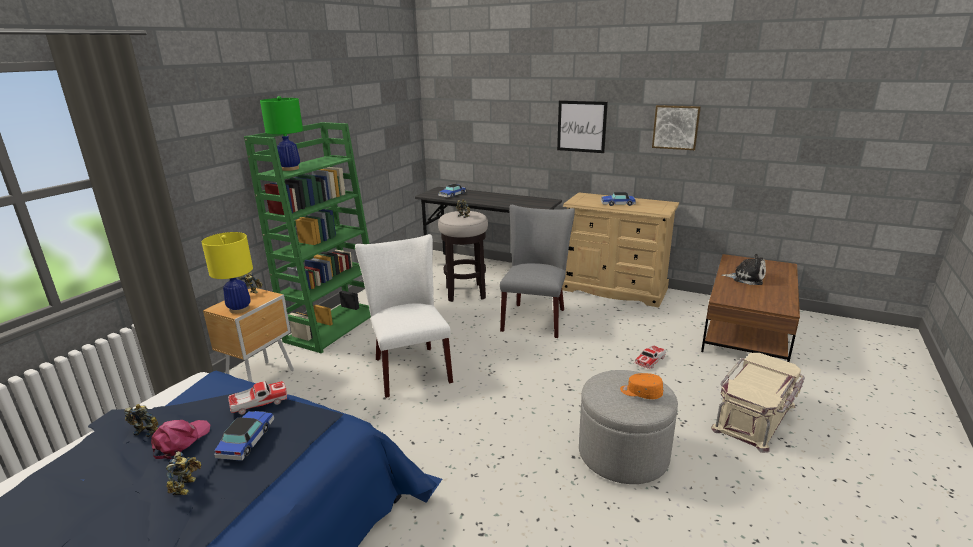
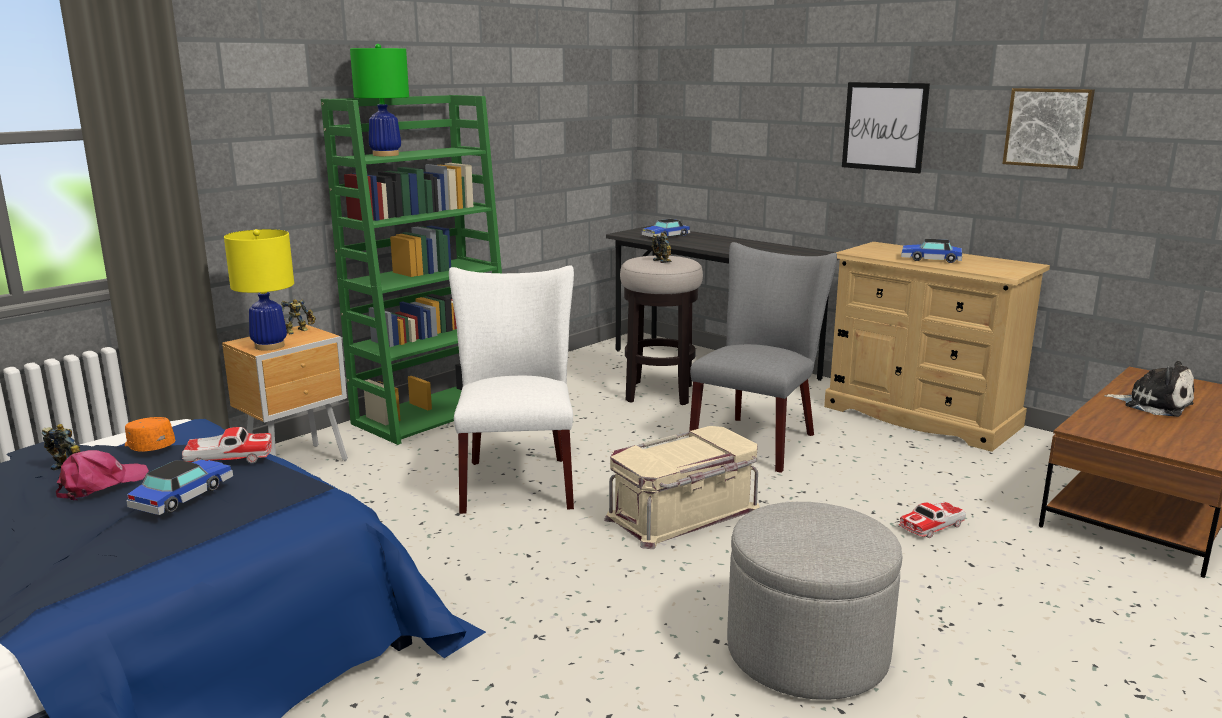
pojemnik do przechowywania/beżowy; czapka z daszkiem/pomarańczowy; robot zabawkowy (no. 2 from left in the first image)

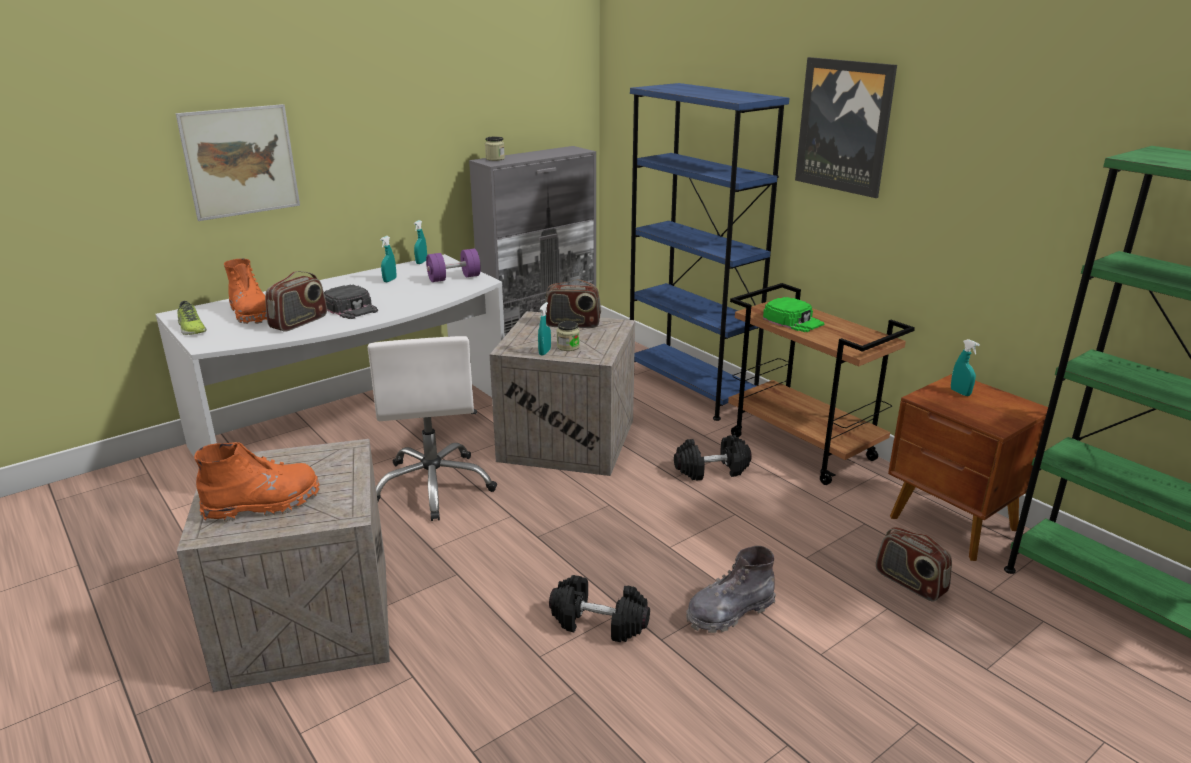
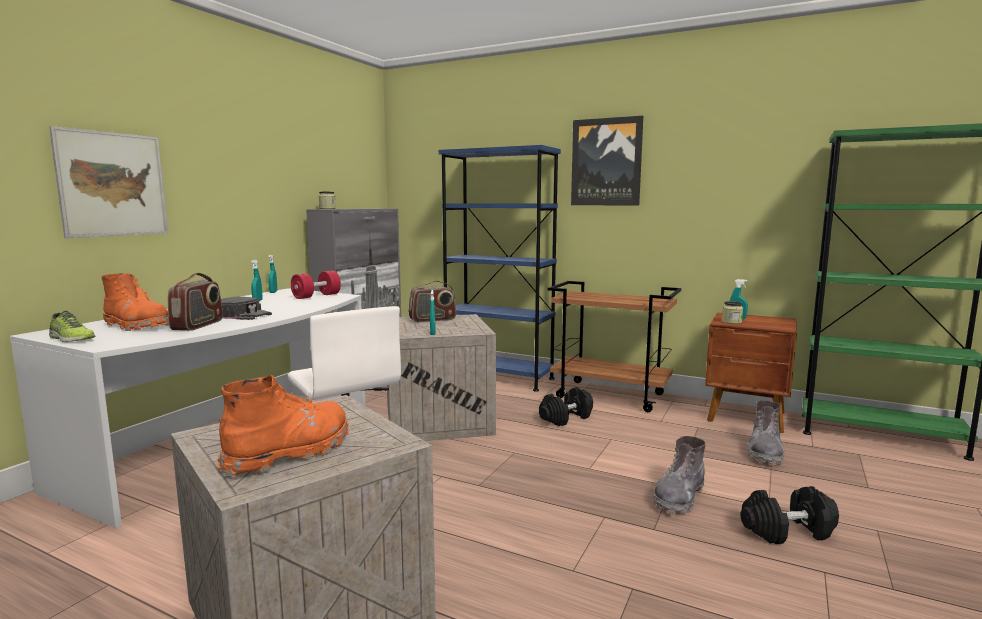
hantel/czerwony; czapka z daszkiem/zielony; słoik (no. 2 from left); but z cholewką/szary (no. 2 from left); hantel/czarny (no. 2 from left)

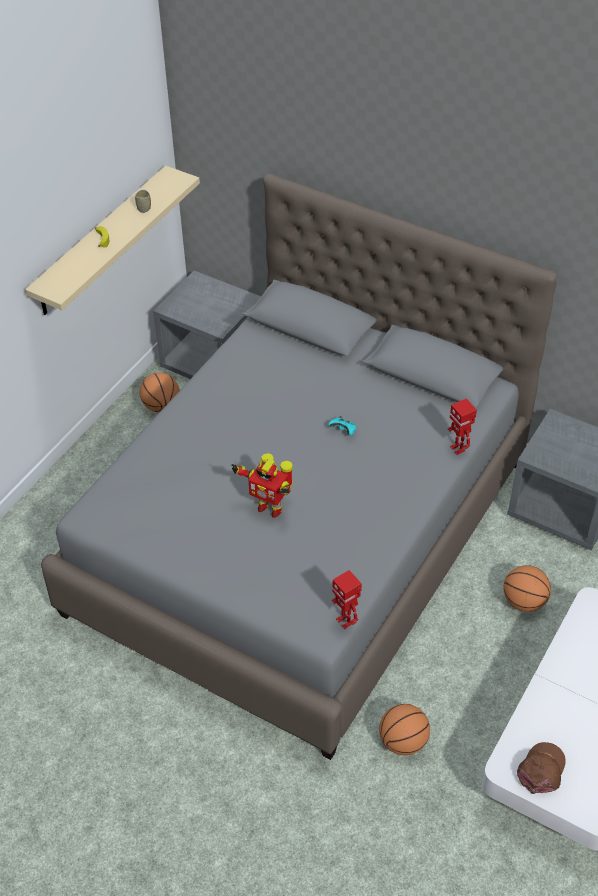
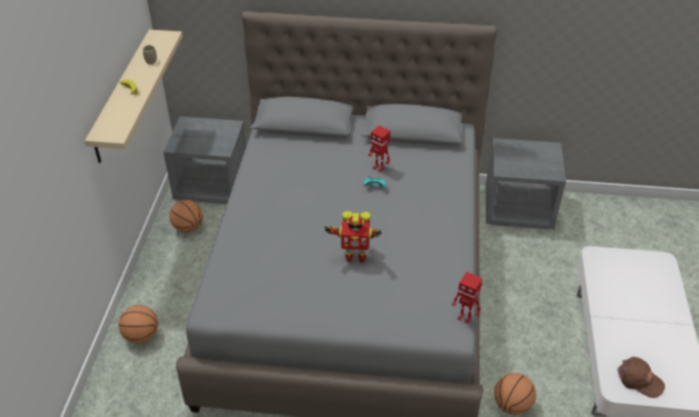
robot zabawkowy (no. 2 from left); piłka do koszykówki (no. 1 from left); czapka z daszkiem/brązowy

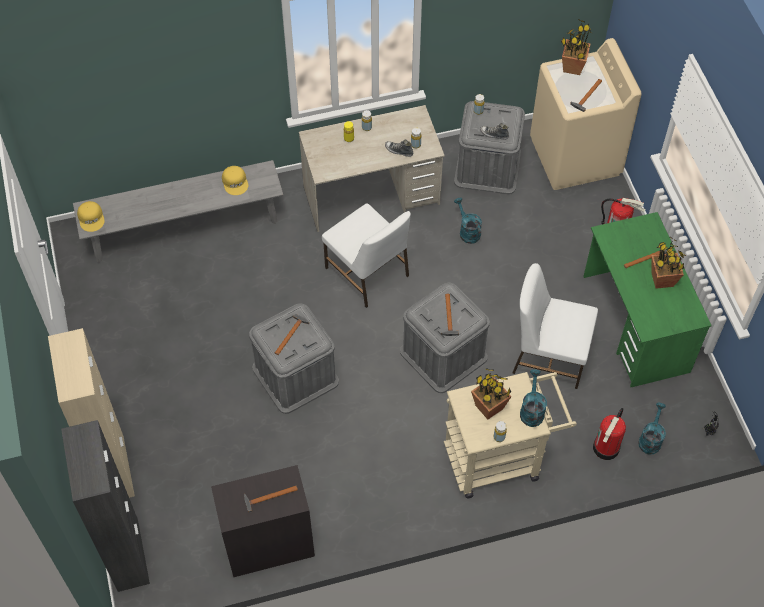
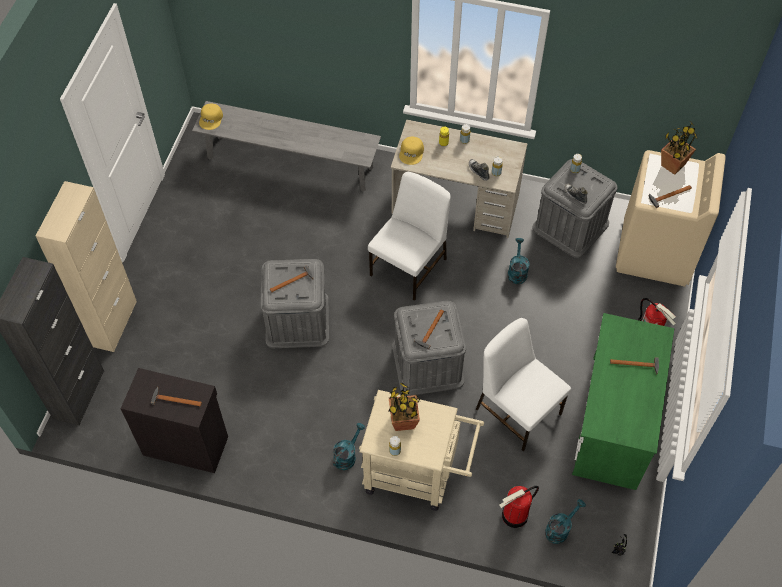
czapka z daszkiem/żółty (no. 2 from left); krzesło/biały (no. 1 from left); roślina doniczkowa (no. 3 from left in the first image); konewka/turkusowy (no. 1 from left)

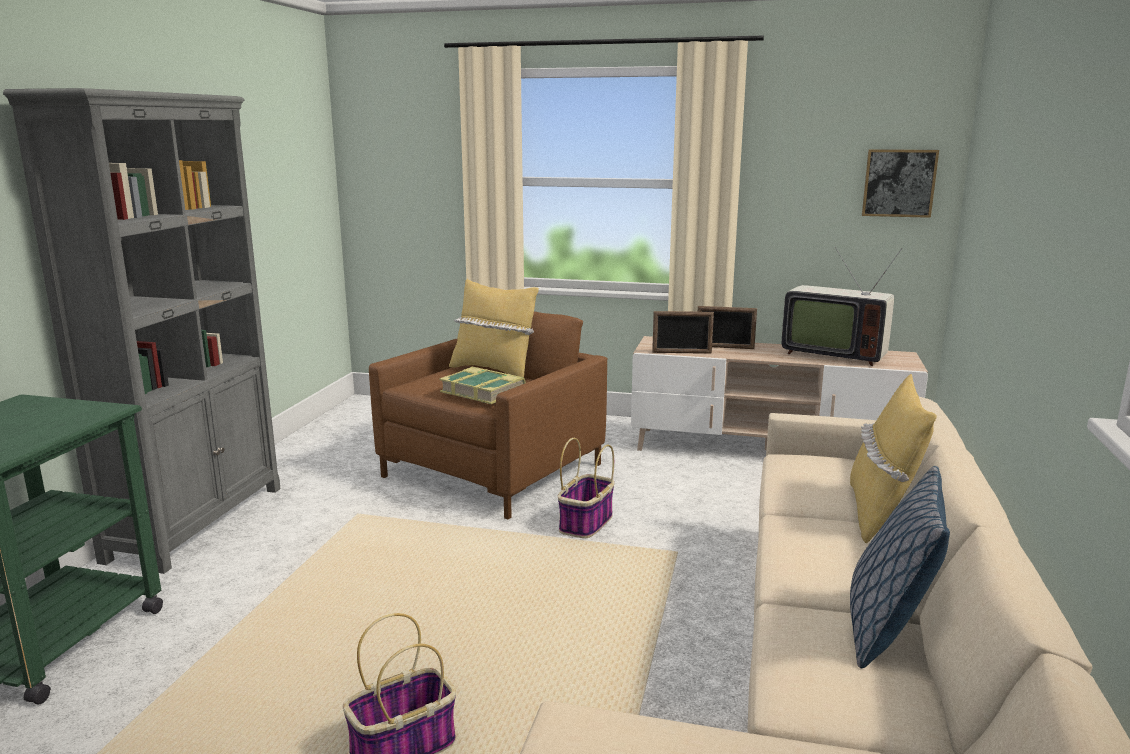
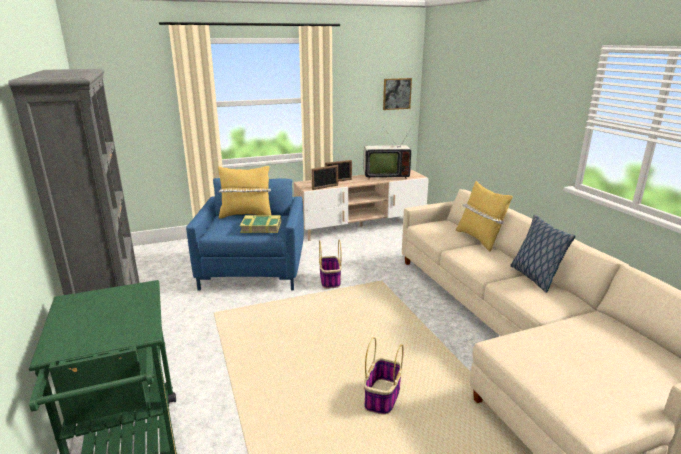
fotel/niebieski

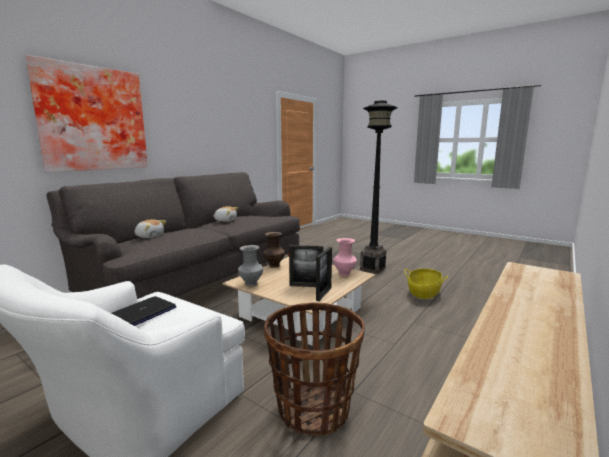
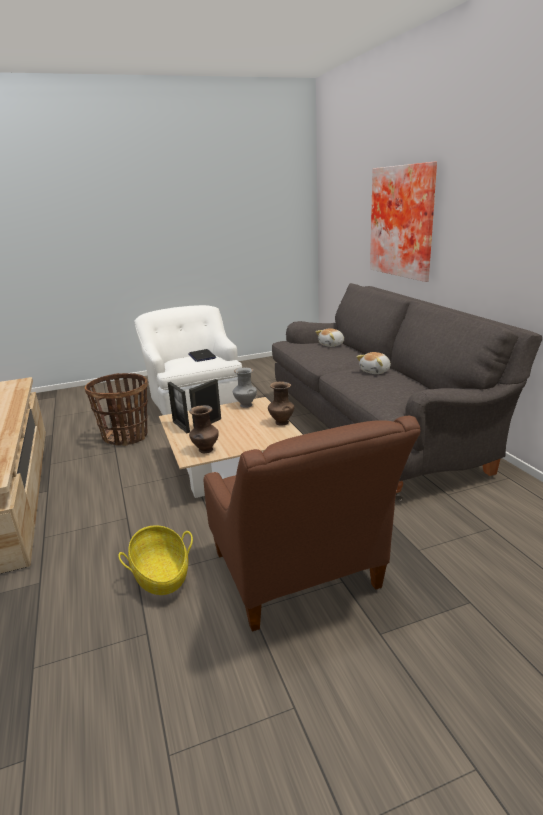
fotel/brązowy; wazon/brązowy (no. 1 from left)

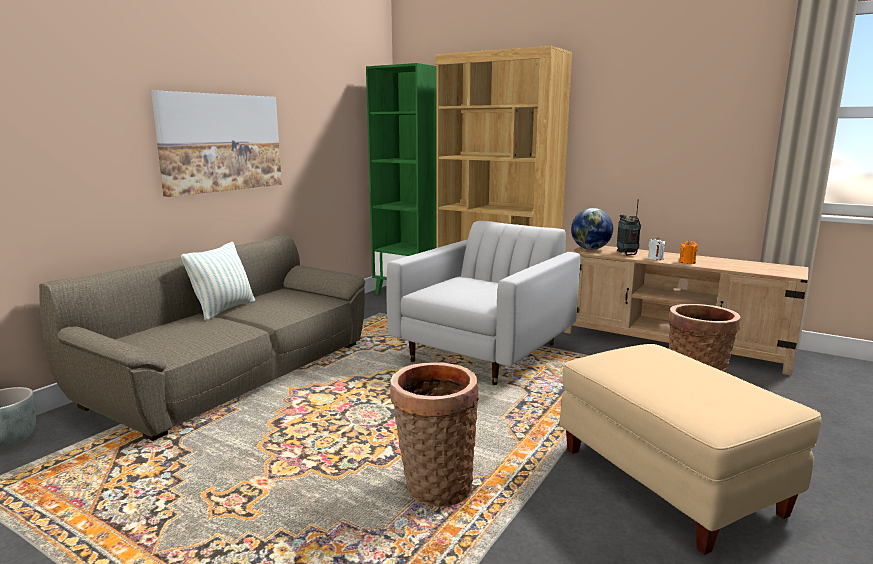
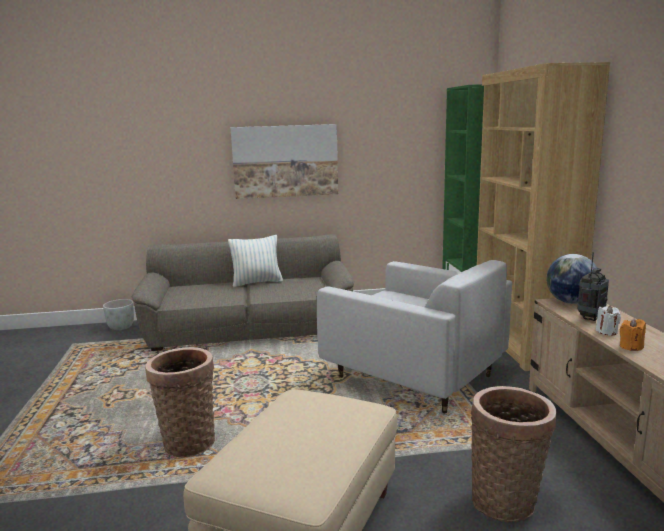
fotel/biały

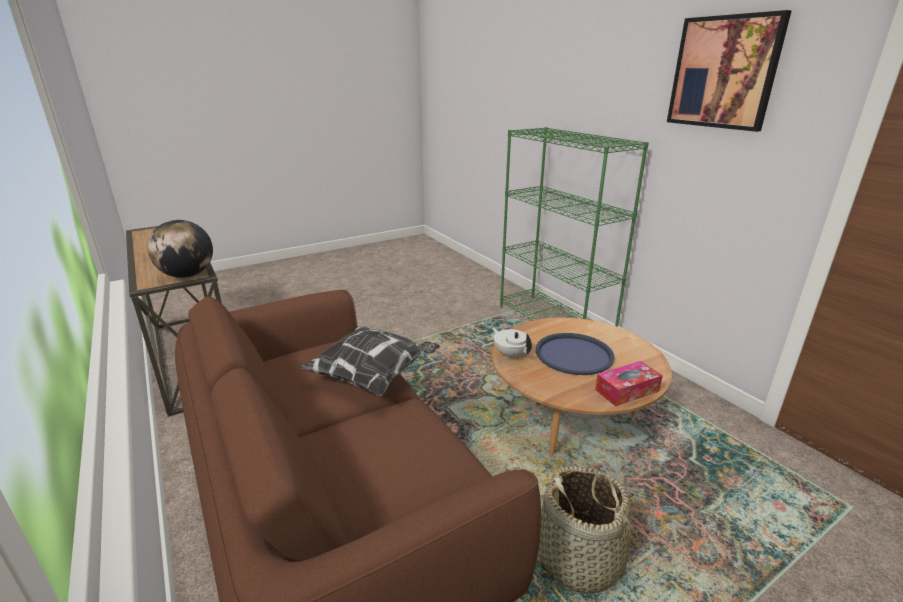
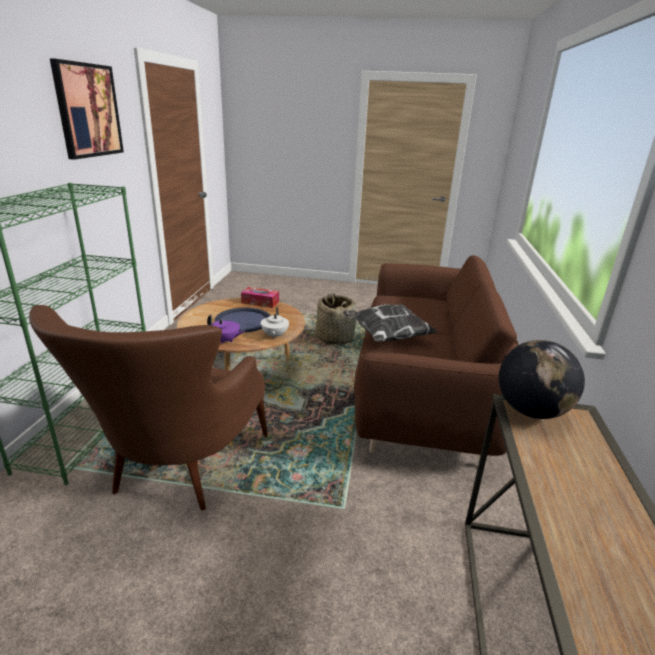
fotel/brązowy; imbryk/fioletowy

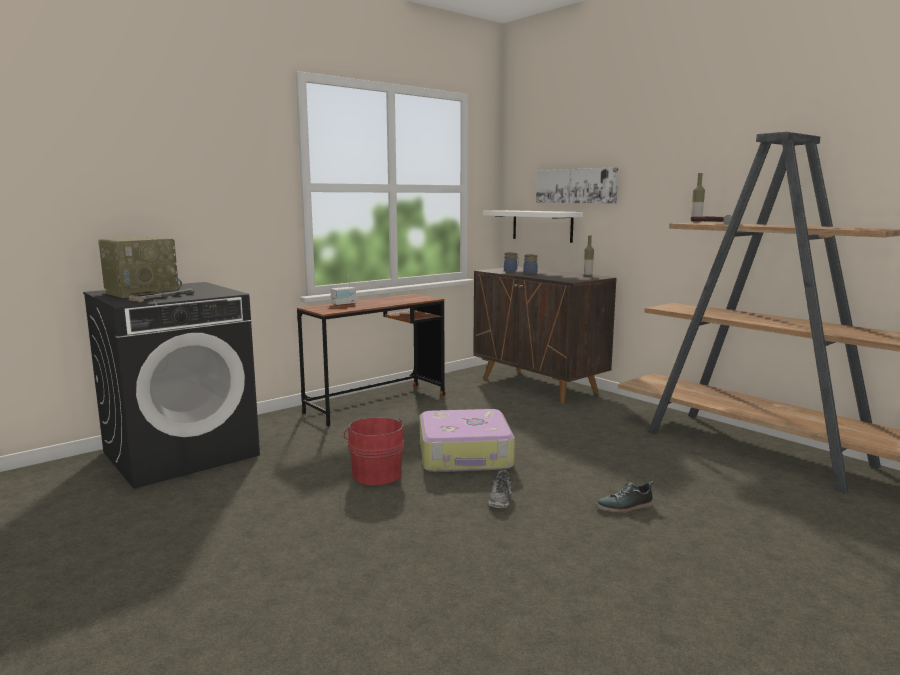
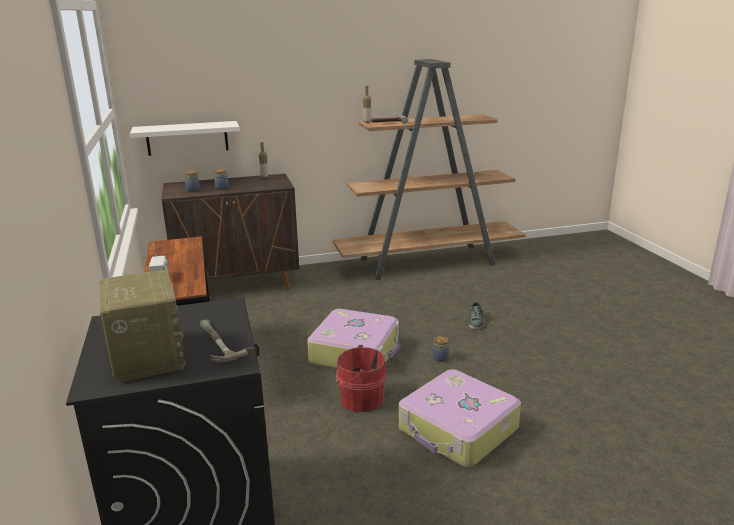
obraz; słoik (no. 3 from left); walizka (no. 2 from left)

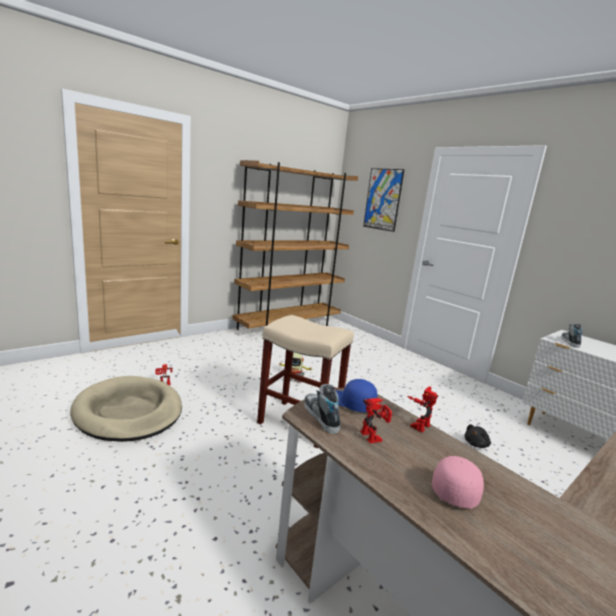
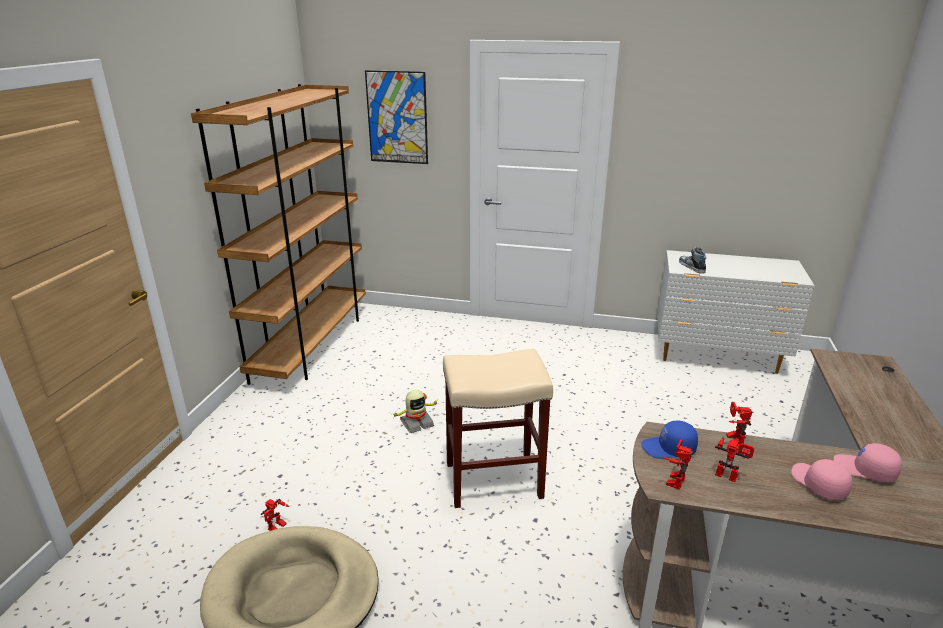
robot zabawkowy (no. 3 from left); pluszak/czarny; czapka z daszkiem/różowy (no. 2 from left)

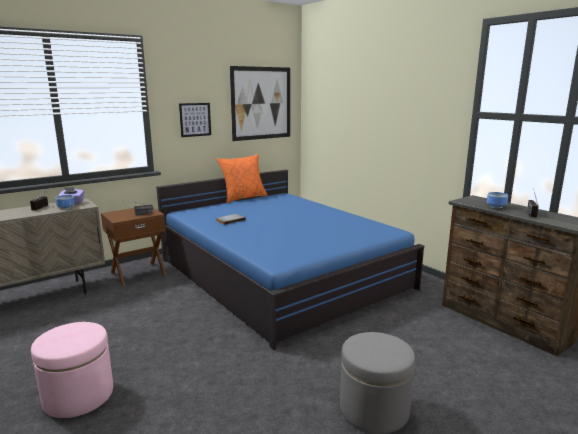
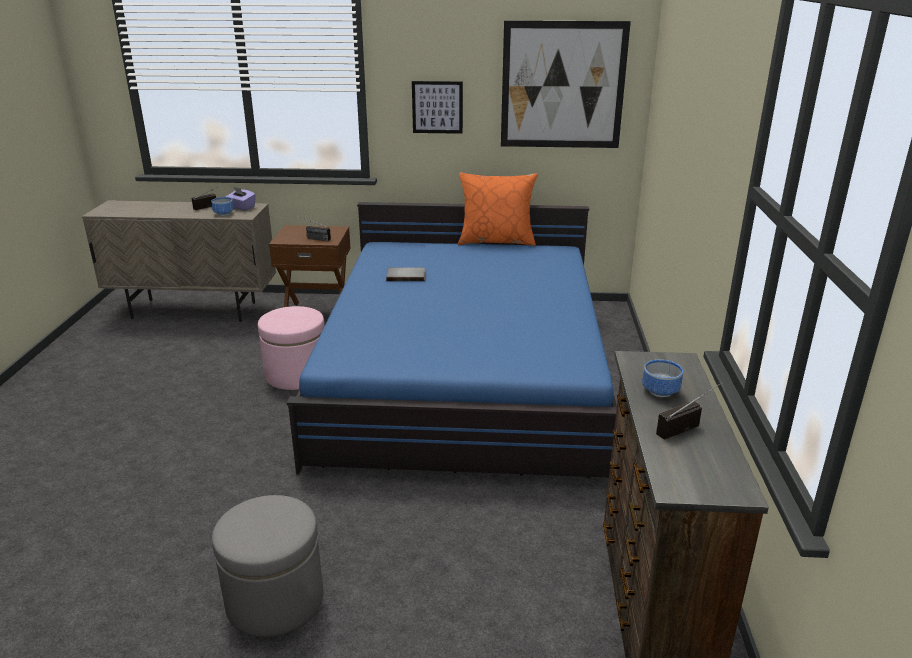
pufa/różowy

